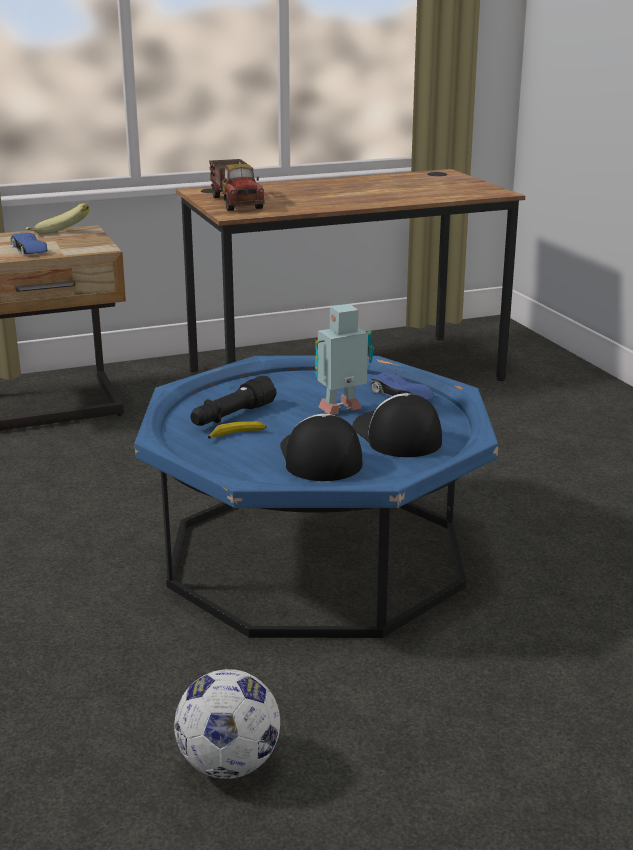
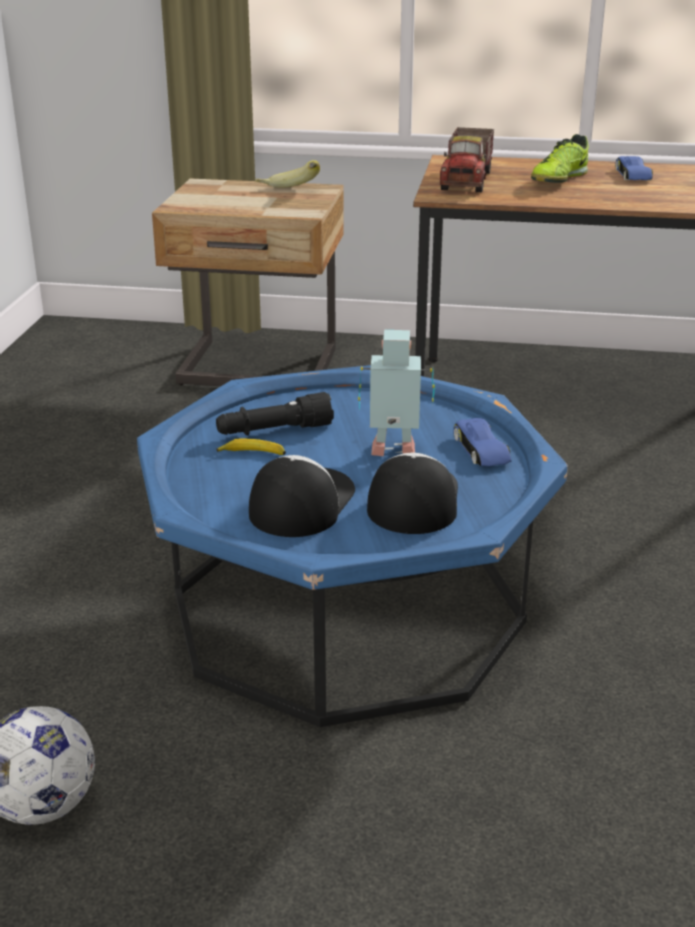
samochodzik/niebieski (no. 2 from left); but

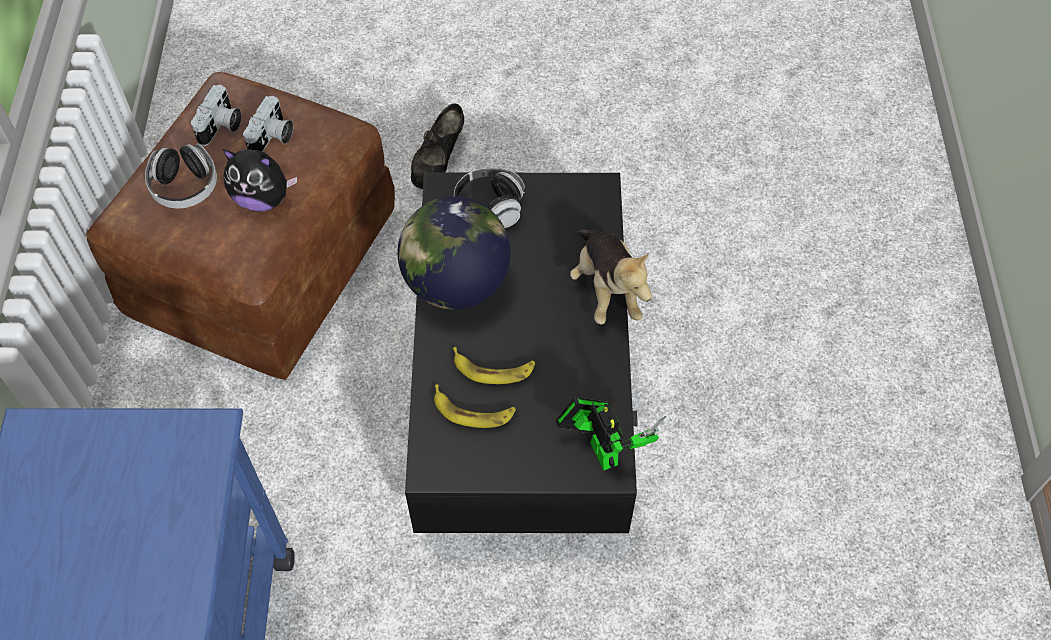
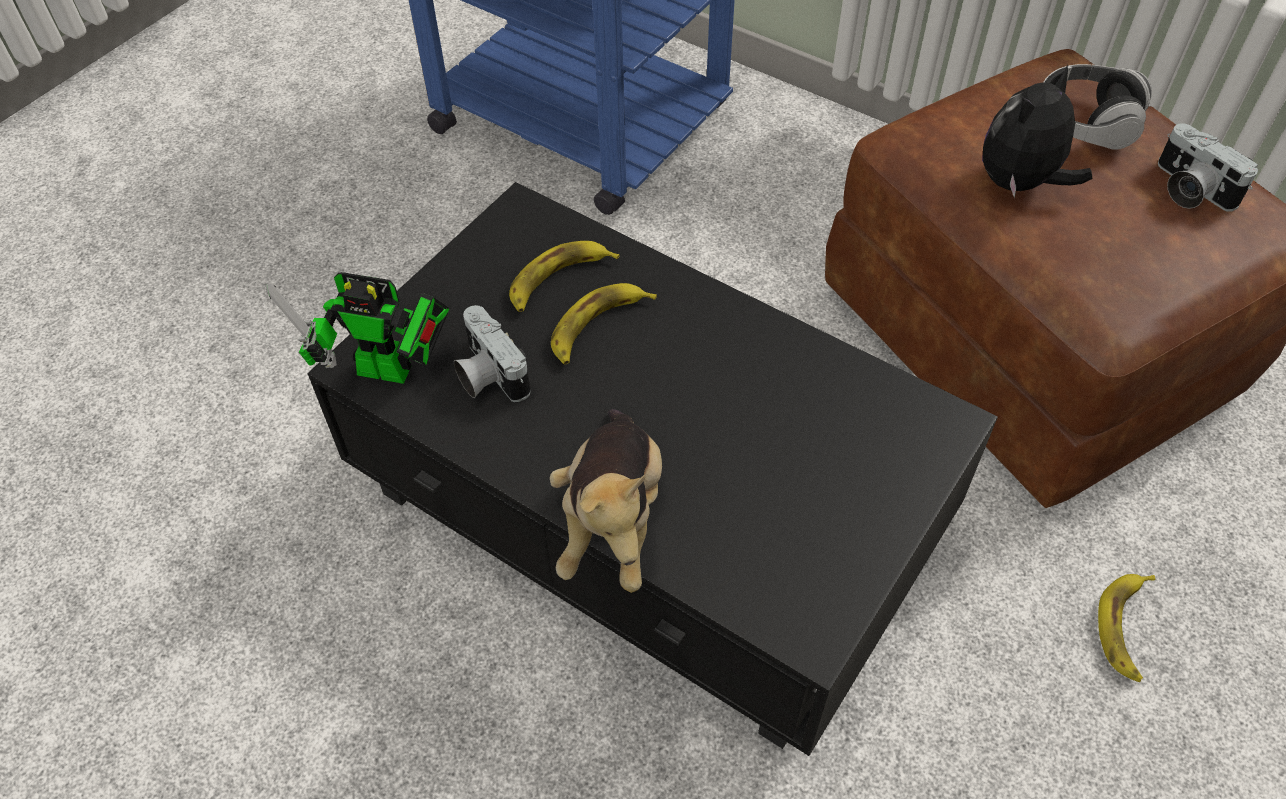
aparat fotograficzny (no. 1 from left); banan (no. 3 from left); słuchawki (no. 2 from left in the first image); globus; pluszak (no. 1 from left)

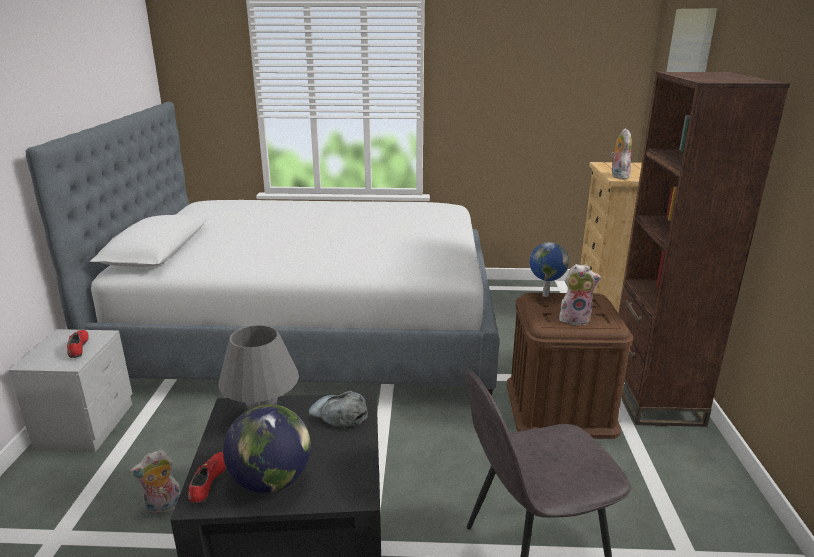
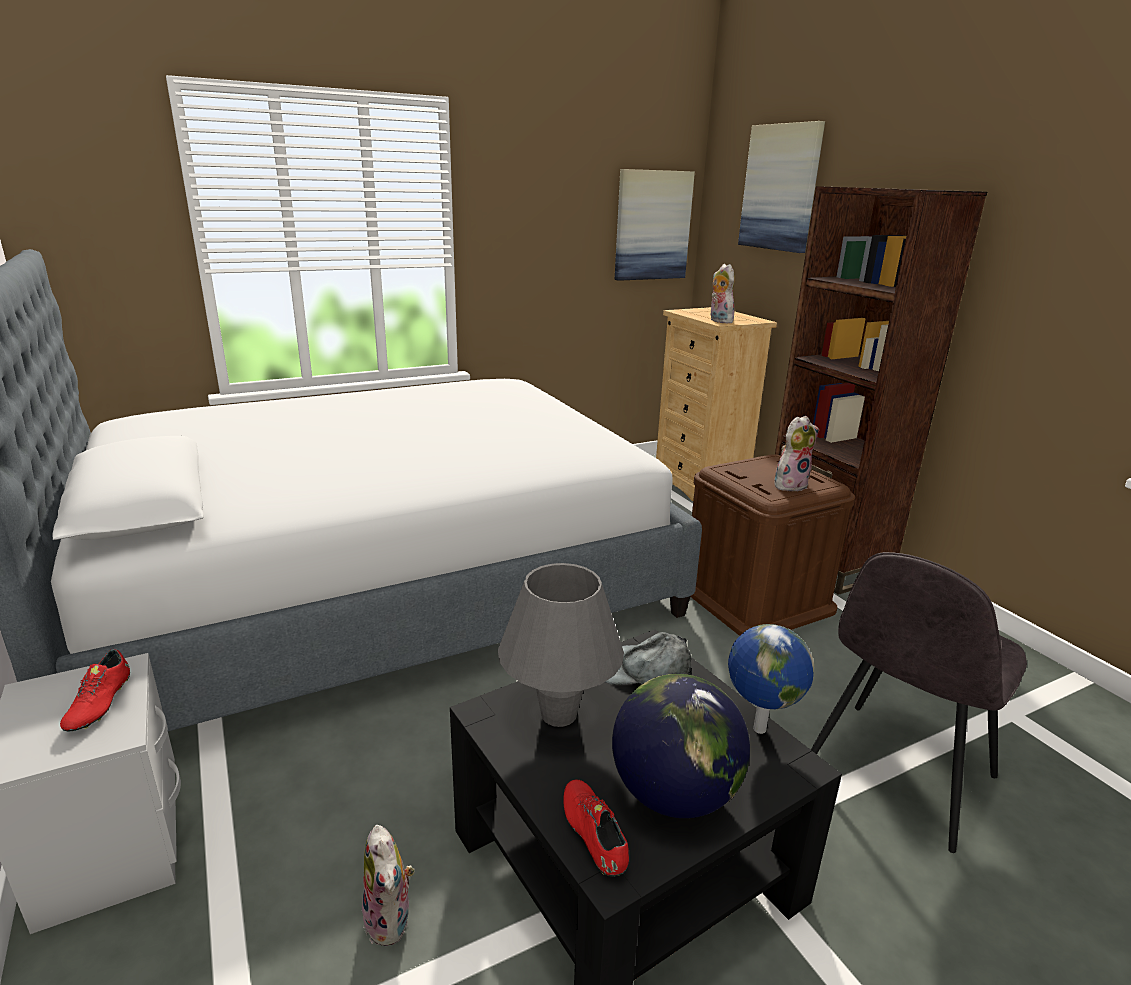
globus (no. 2 from left); but/czerwony (no. 1 from left); pluszak (no. 1 from left); obraz (no. 1 from left)

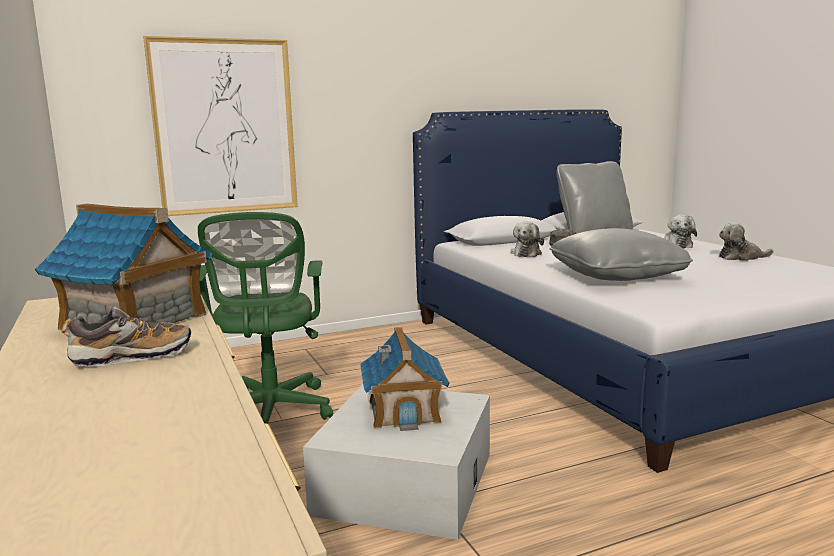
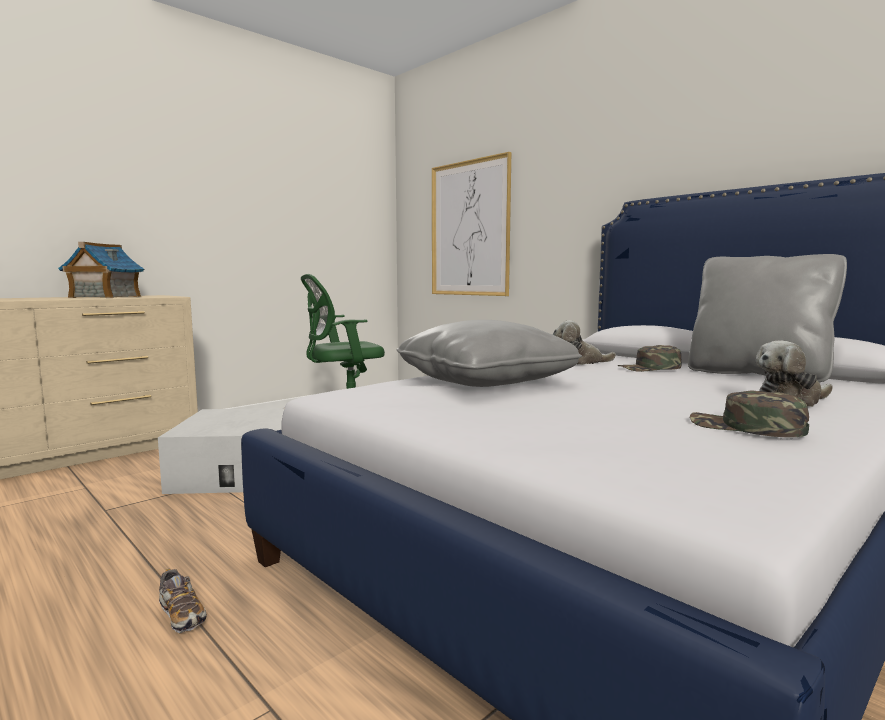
czapka z daszkiem/zielony (no. 2 from left); but; domek (no. 2 from left in the first image)

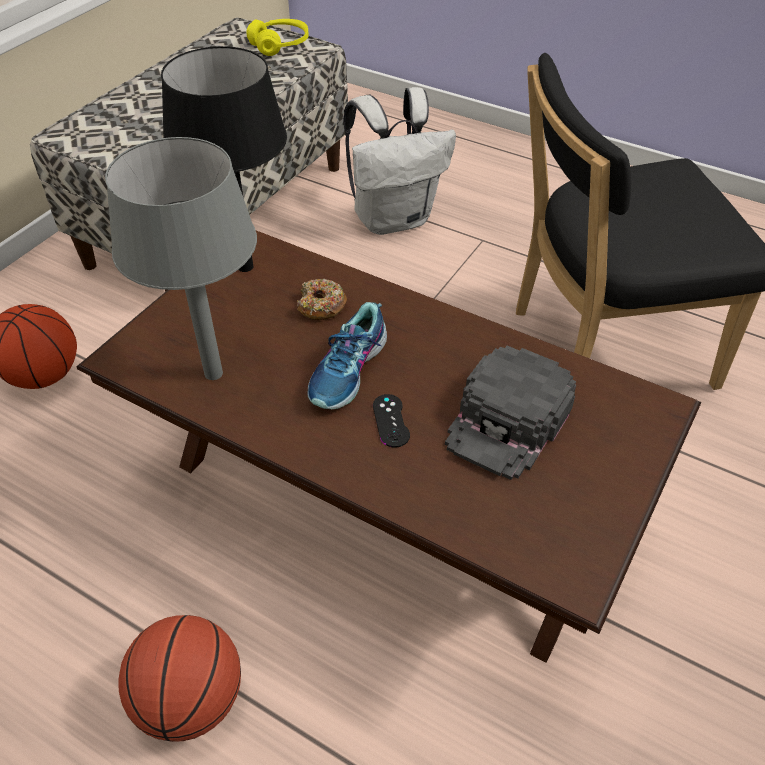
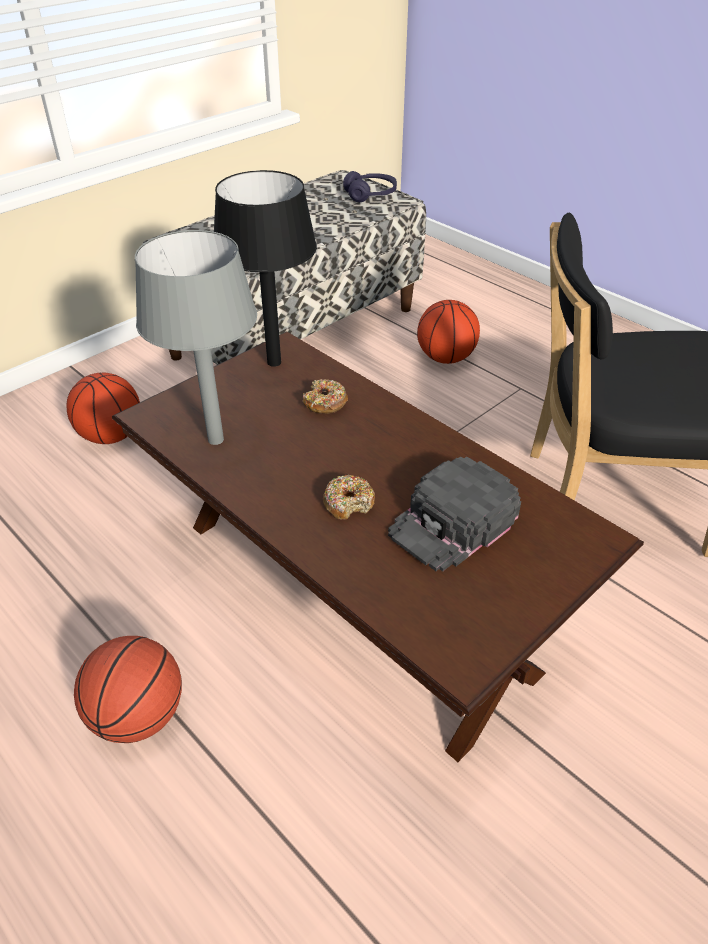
słuchawki/fioletowy; piłka do koszykówki (no. 3 from left); but; donut (no. 2 from left)

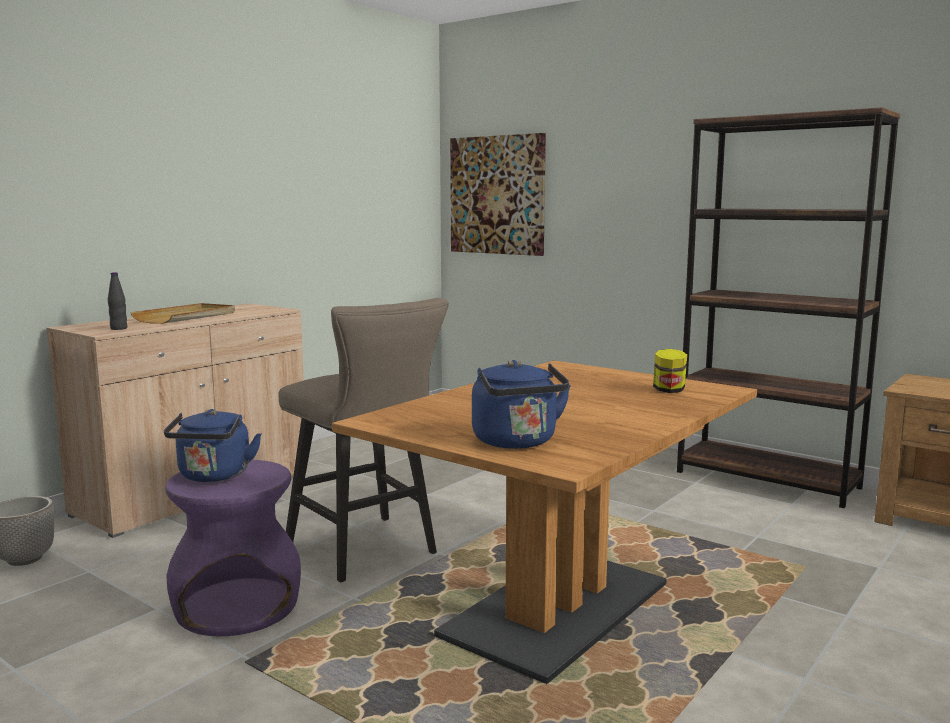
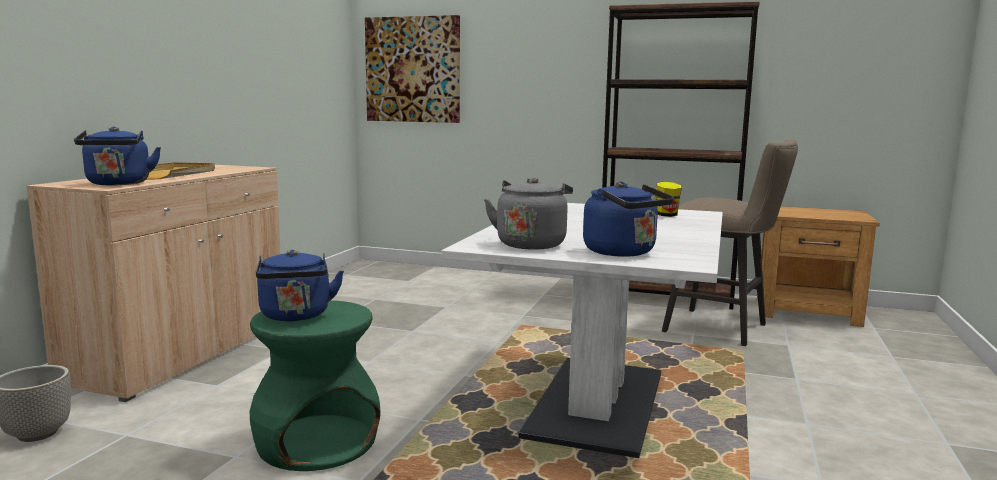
czajnik/niebieski (no. 1 from left); stołek/beżowy; stół jadalny/biały; stołek/zielony; czajnik/szary

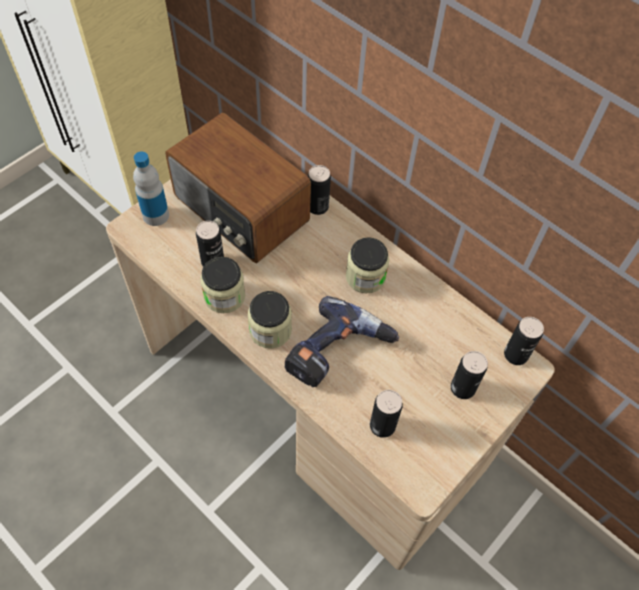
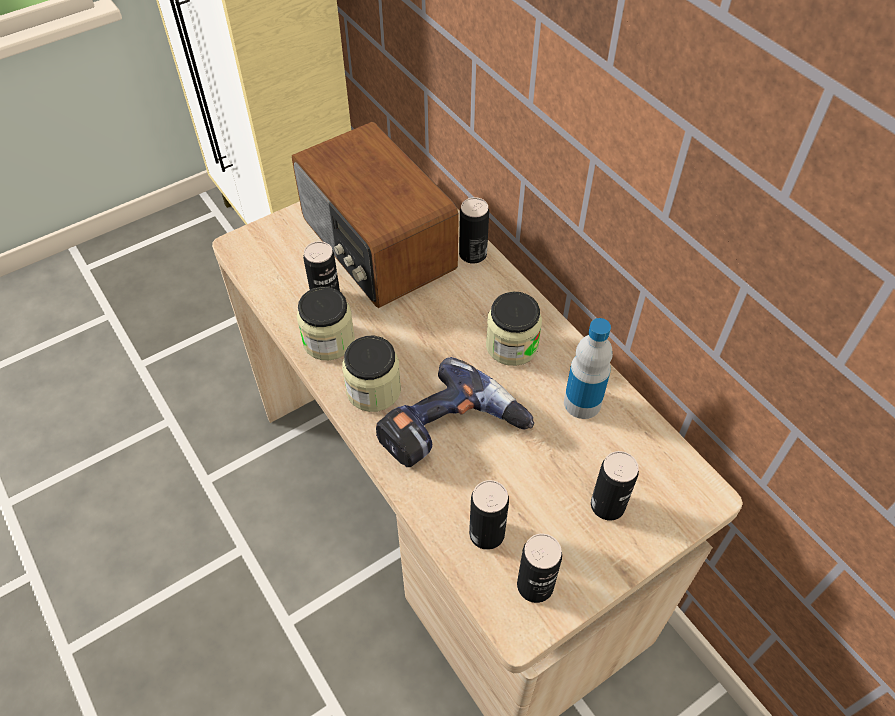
butelka; puszka (no. 4 from left)

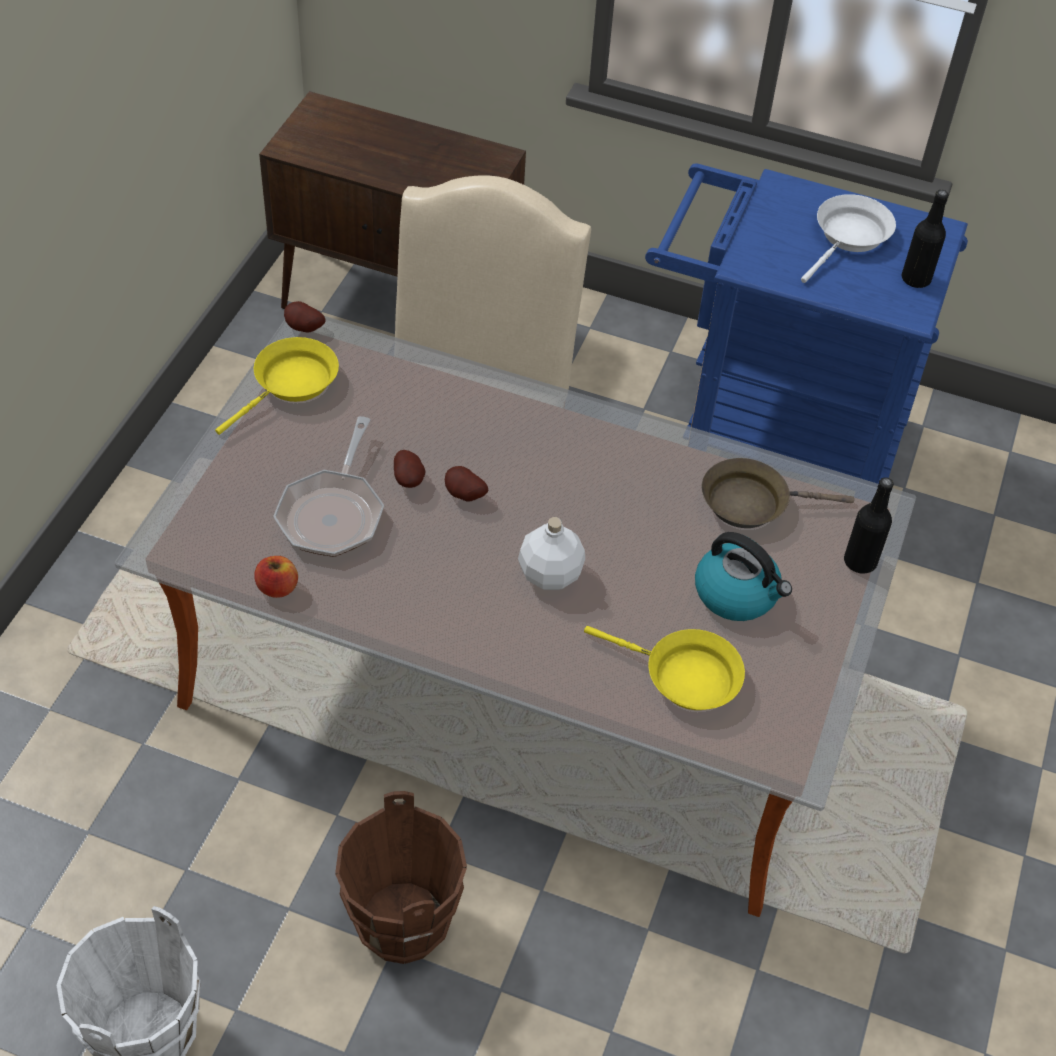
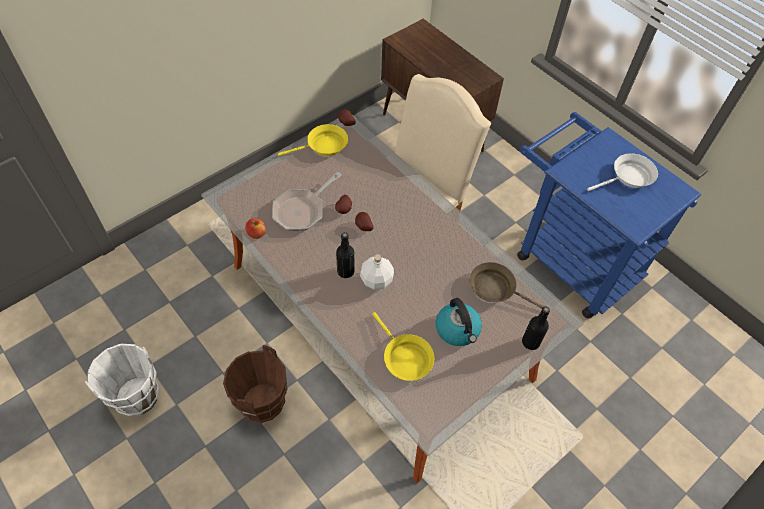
butelka/czarny (no. 1 from left)

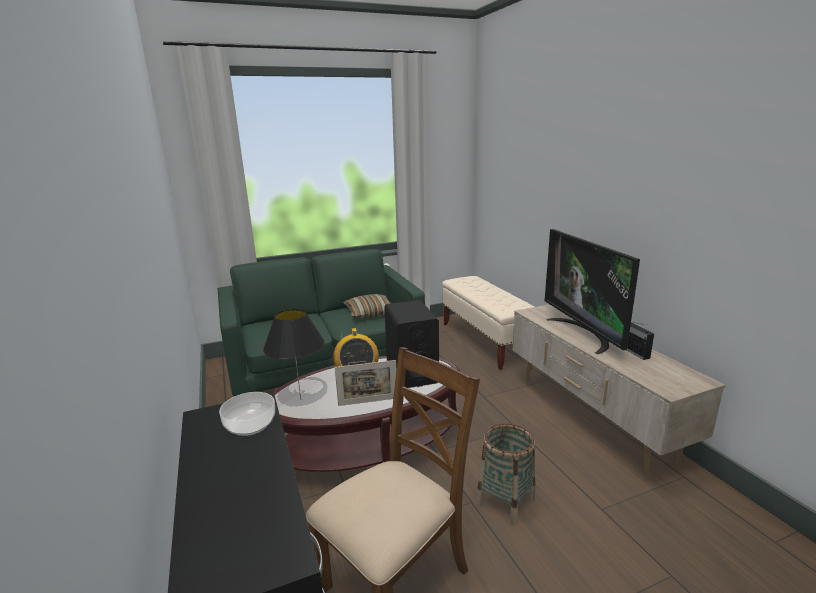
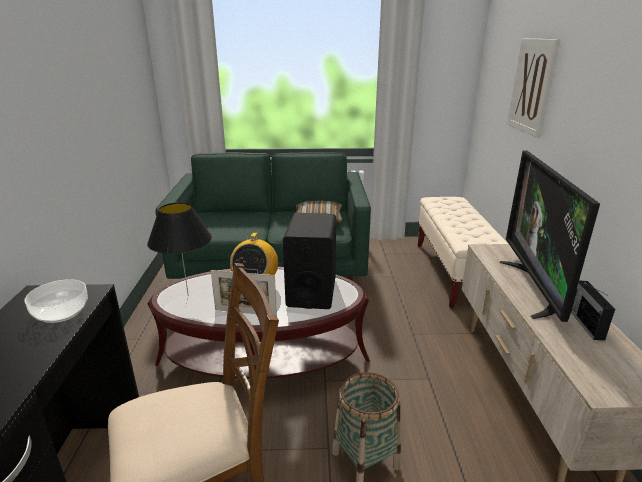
obraz

